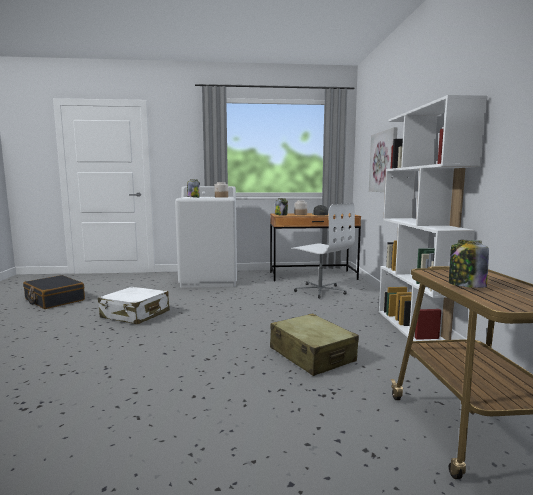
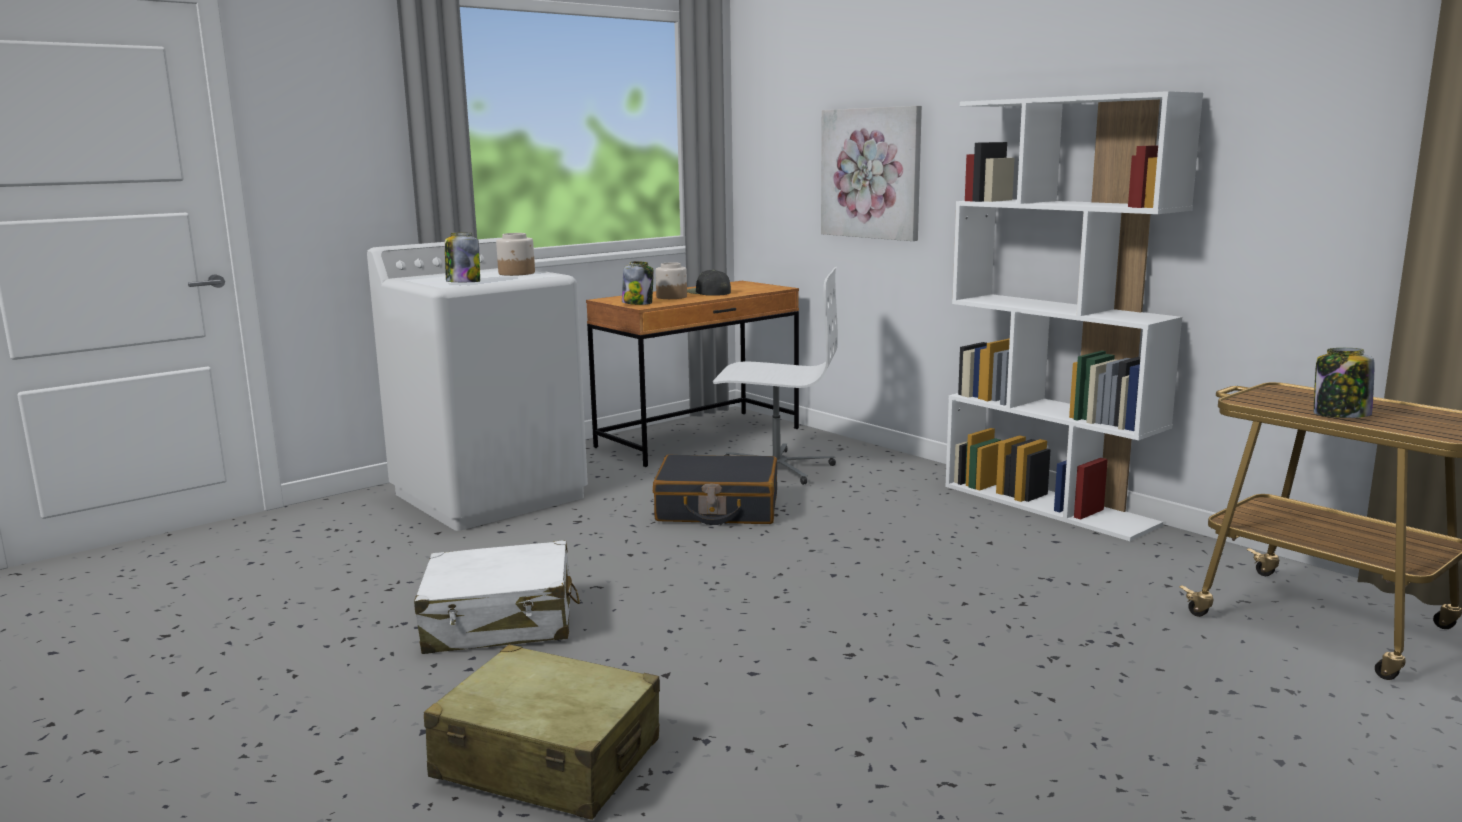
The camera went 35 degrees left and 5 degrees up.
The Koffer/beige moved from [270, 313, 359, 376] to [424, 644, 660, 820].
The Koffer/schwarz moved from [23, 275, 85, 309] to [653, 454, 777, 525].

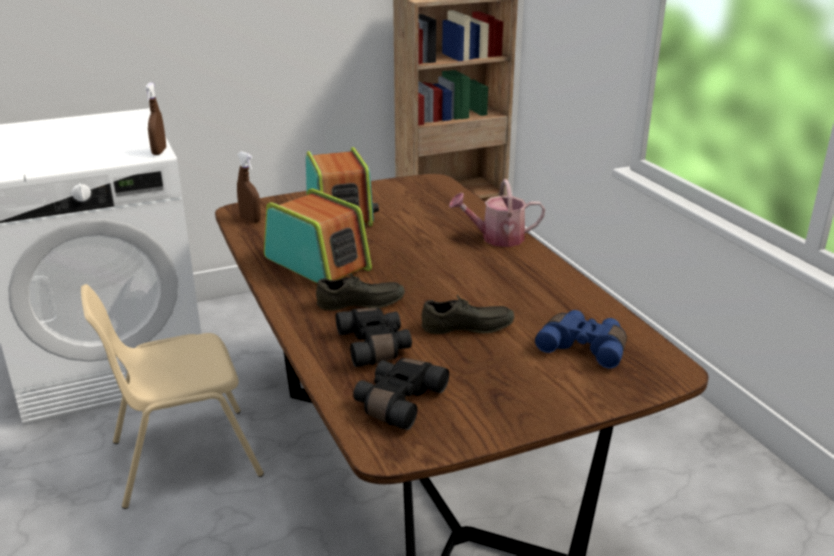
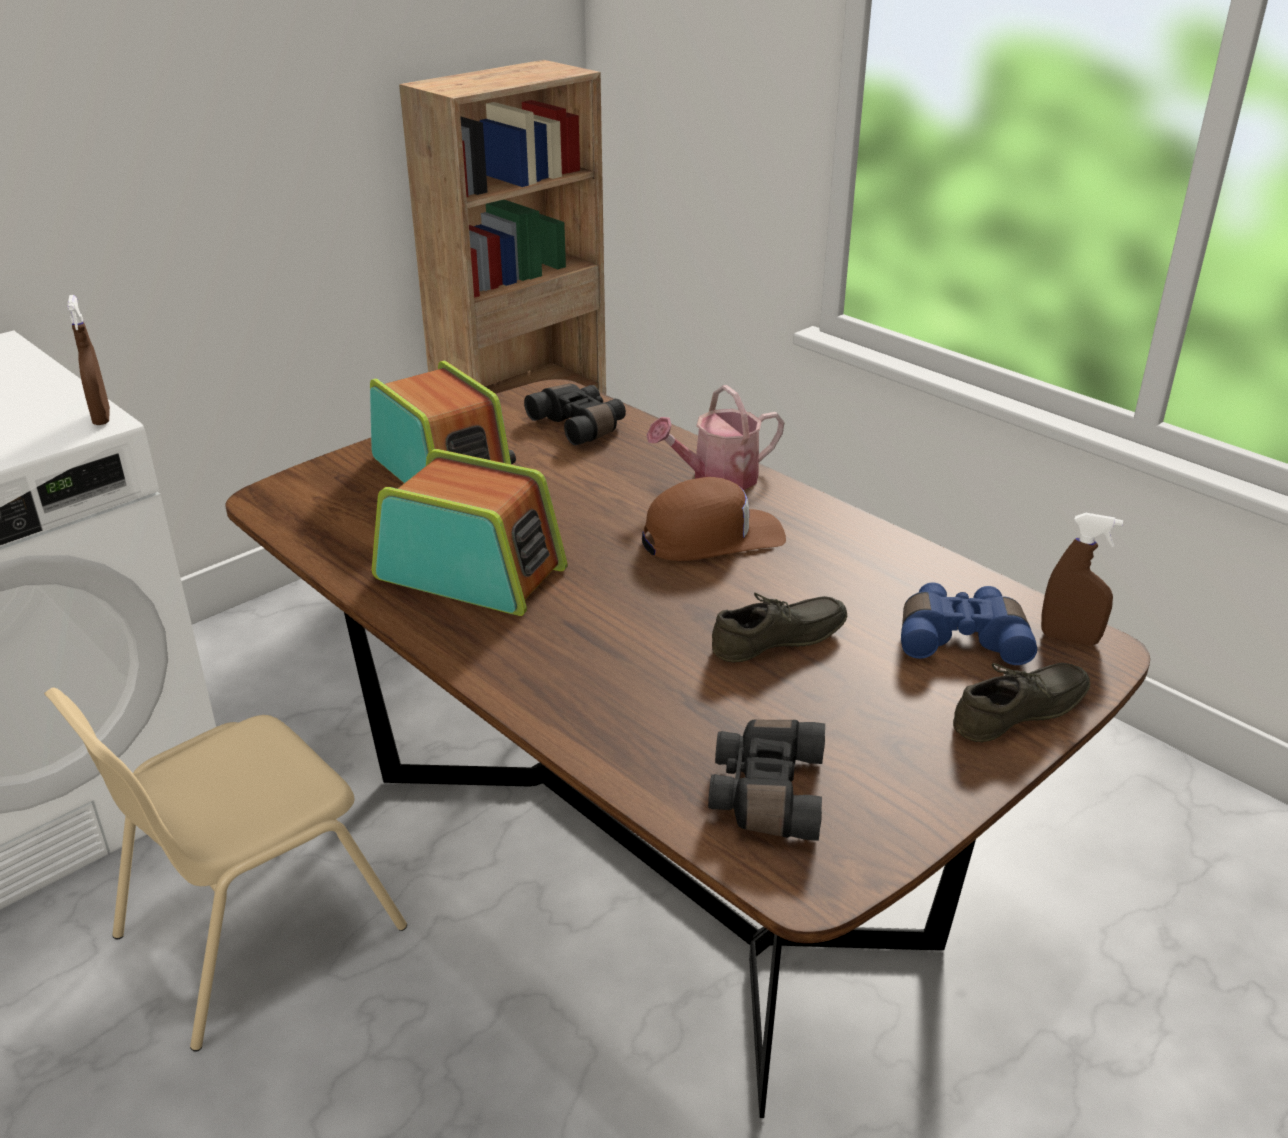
The camera went 20 degrees left and 5 degrees up.
The Fernglas/schwarz moved from [336, 308, 412, 367] to [524, 384, 626, 445].
The Kappe/braun at [642, 477, 786, 561] appeared.
The Schuh/grau moved from [316, 273, 405, 310] to [953, 663, 1090, 742].
The Sprühflasche/braun moved from [237, 151, 261, 223] to [1041, 513, 1123, 645].

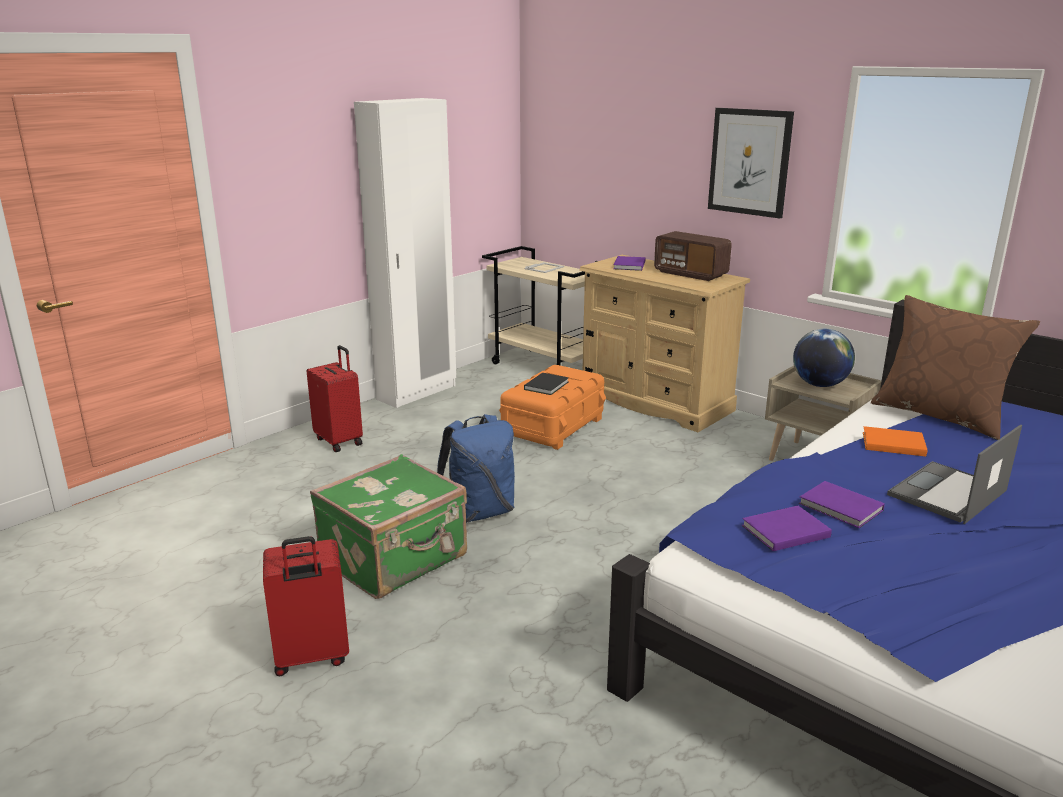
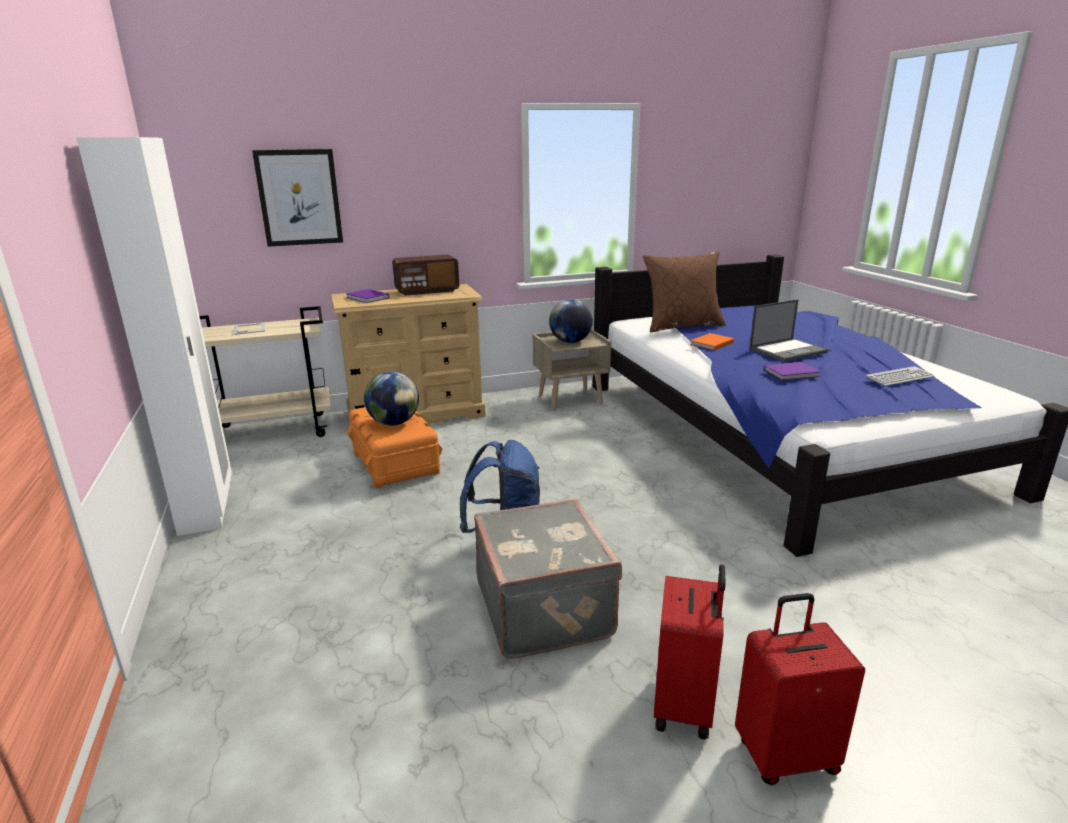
The camera went 60 degrees left and 0 degrees up.
The Bild moved from [708, 108, 794, 219] to [252, 149, 343, 247].
The Buch/schwarz at [524, 373, 569, 395] was replaced by the Globus at [364, 372, 419, 425].
The Koffer/grün at [310, 454, 467, 599] became the Koffer/grau at [474, 499, 622, 659].
The Koffer/rot moved from [306, 345, 363, 452] to [735, 593, 865, 785].
The Laptop at [887, 425, 1022, 524] turned 105 degrees counterclockwise.
The Tastatur at [866, 366, 934, 386] appeared.
The Buch/lila at [742, 506, 832, 551] disappeared.

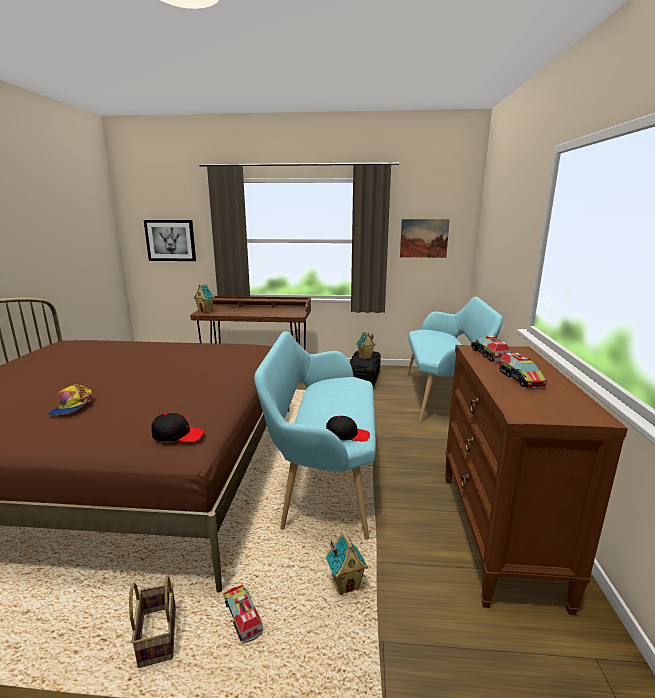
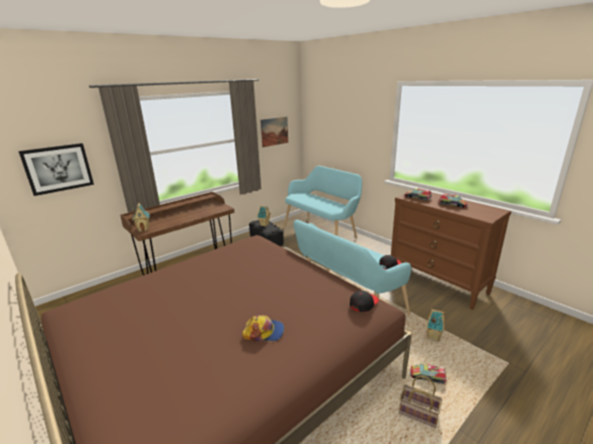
The camera went 45 degrees left and 5 degrees up.
The Kappe at [48, 385, 92, 415] turned 45 degrees counterclockwise.

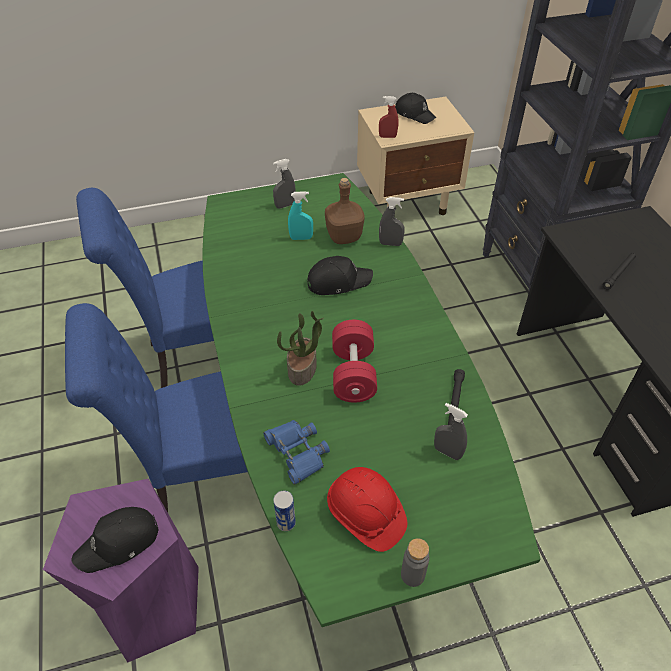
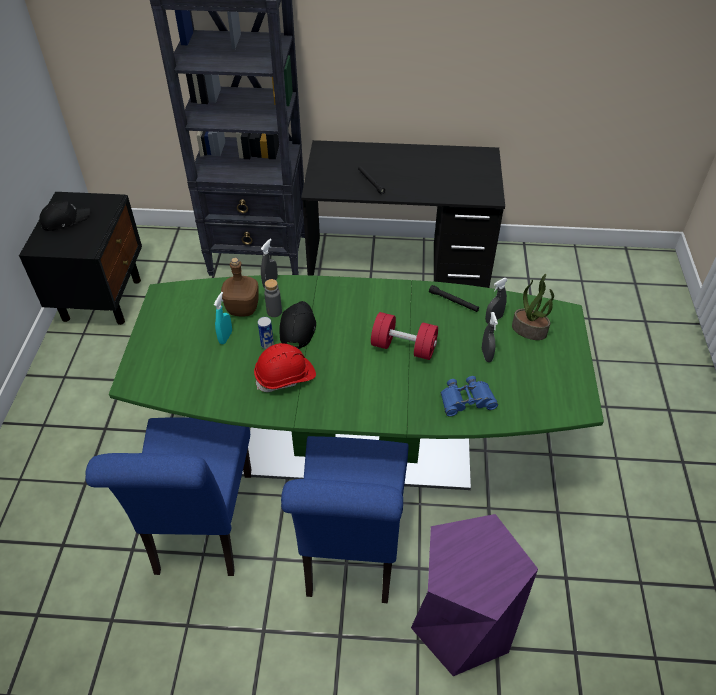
The camera went 70 degrees left and 0 degrees up.
The Nachttisch/beige at [357, 97, 474, 215] became the Nachttisch/schwarz at [19, 192, 142, 325].
The Schutzhelm/rot moved from [327, 467, 407, 552] to [254, 343, 316, 392].
The Dose moved from [273, 491, 296, 531] to [258, 317, 274, 349].
The Flasche/grau moved from [401, 538, 429, 587] to [264, 279, 282, 317].
The Sprühflasche/grau moved from [273, 159, 296, 209] to [482, 312, 498, 362].
The Topfpflanze moved from [277, 311, 324, 386] to [512, 274, 554, 340].
The Kappe/schwarz at [72, 507, 159, 573] disappeared.
The Sprühflasche/rot at [379, 96, 398, 138] disappeared.

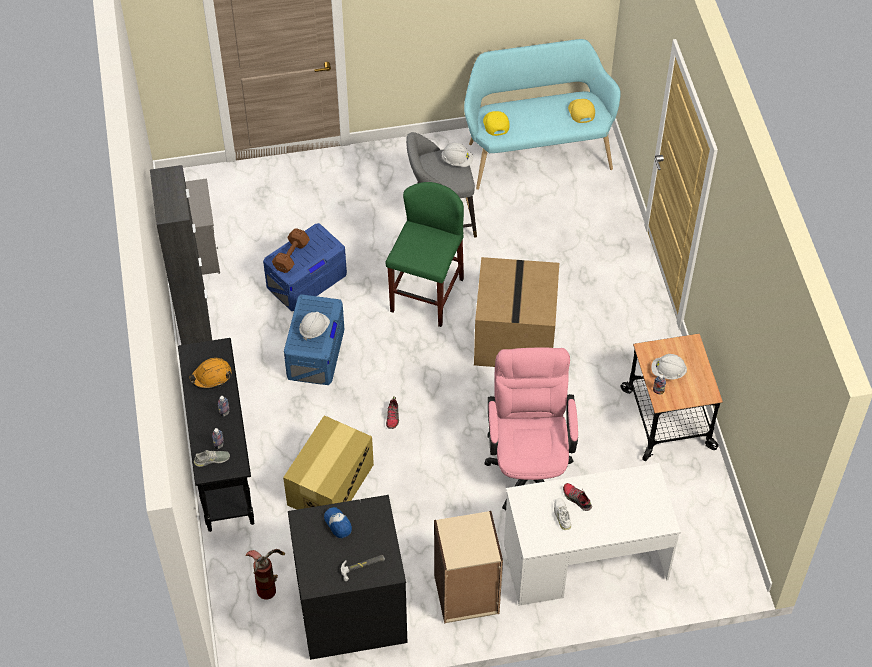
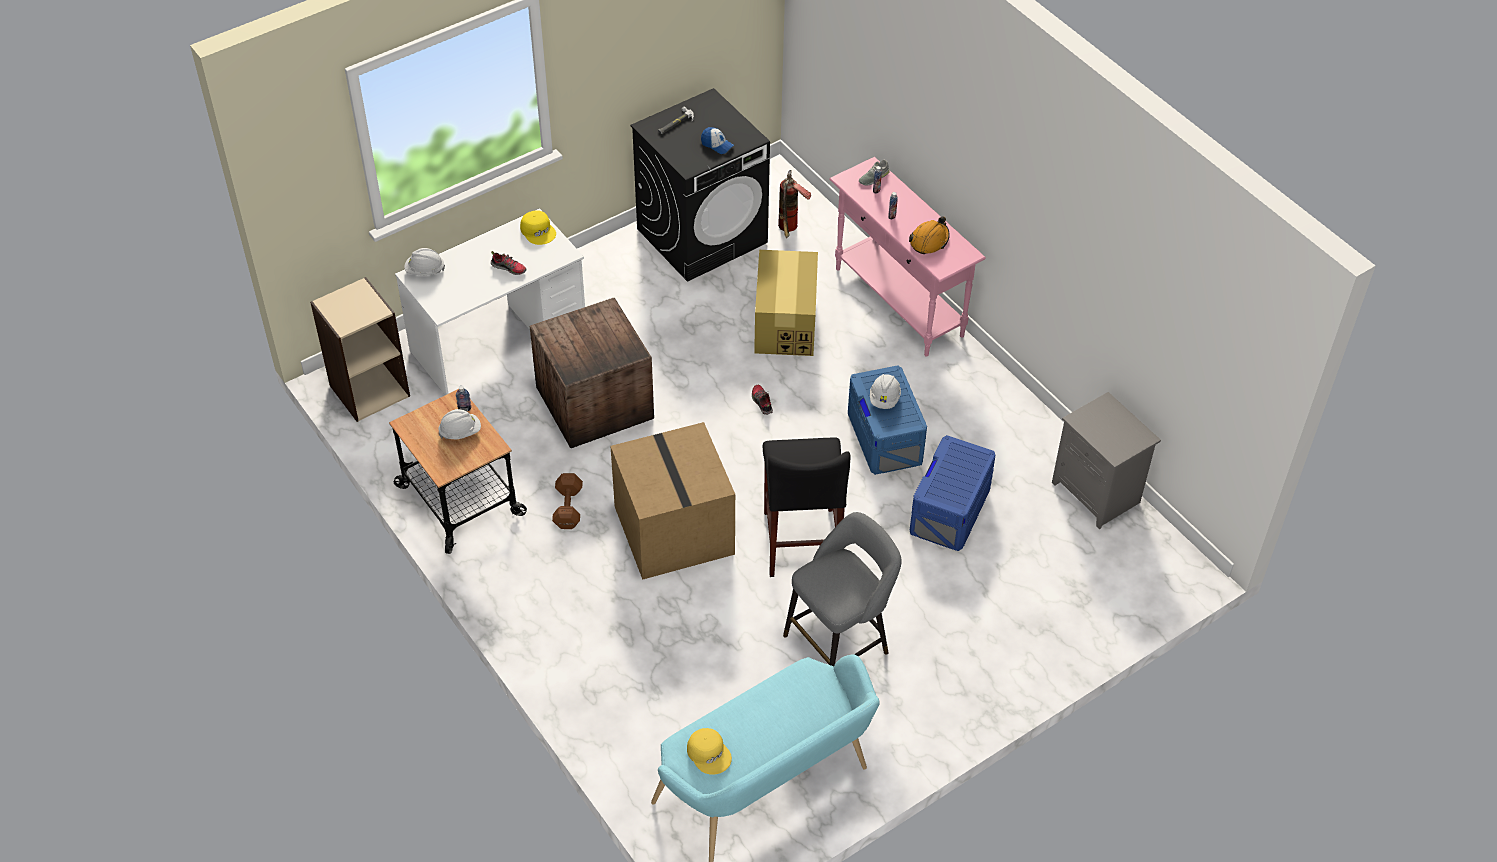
The camera went 155 degrees right and 5 degrees down.
The Bücherregal/beige moved from [434, 511, 503, 623] to [310, 277, 410, 422].
The Schutzhelm/weiß moved from [442, 143, 473, 167] to [404, 248, 445, 276].
The Kappe/gelb moved from [483, 111, 510, 136] to [520, 210, 556, 245].
The Bürostuhl/rosa at [484, 348, 578, 510] was replaced by the Kiste at [530, 298, 654, 448].
The Hantel/braun moved from [272, 228, 310, 273] to [552, 473, 583, 529].
The Hocker/grün at [385, 182, 464, 327] became the Hocker/schwarz at [763, 438, 851, 577].
The Konsolentisch/schwarz at [178, 338, 254, 532] became the Konsolentisch/rosa at [829, 157, 986, 357].
The Schrank/schwarz at [150, 165, 212, 345] disappeared.
The Schuh/weiß at [554, 498, 571, 531] disappeared.

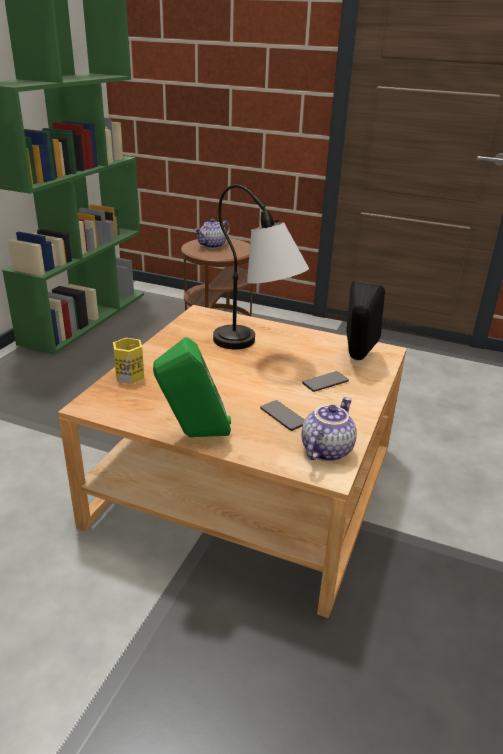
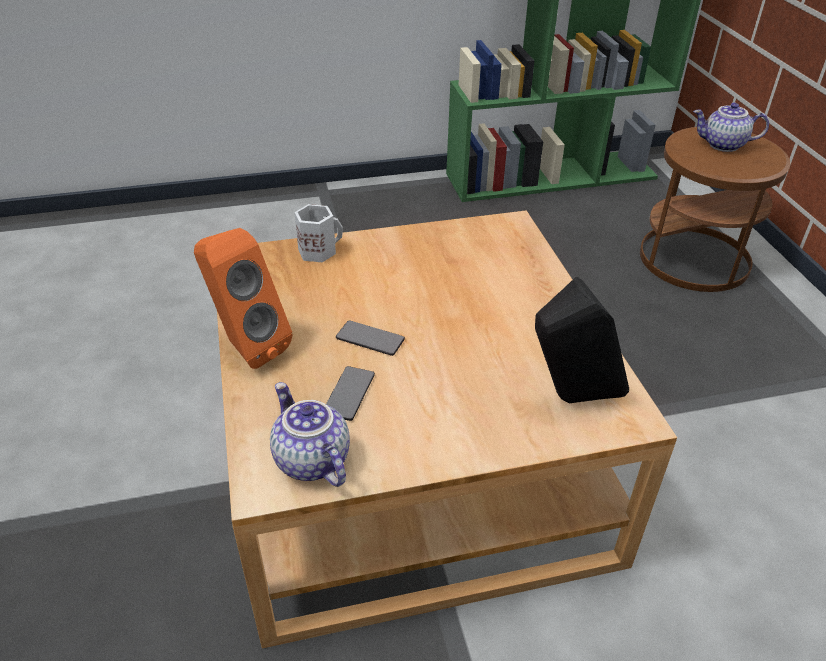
The camera went 55 degrees right and 10 degrees up.
The Lautsprecher/grün at [153, 337, 231, 437] became the Lautsprecher/orange at [194, 228, 292, 369].
The Teekanne at [302, 397, 357, 461] turned 120 degrees counterclockwise.
The Henkelbecher/gelb at [113, 338, 144, 384] became the Henkelbecher/weiß at [294, 204, 343, 263].
The Handy moved from [302, 371, 349, 392] to [336, 320, 405, 356].
The Tischlampe at [213, 184, 309, 349] disappeared.

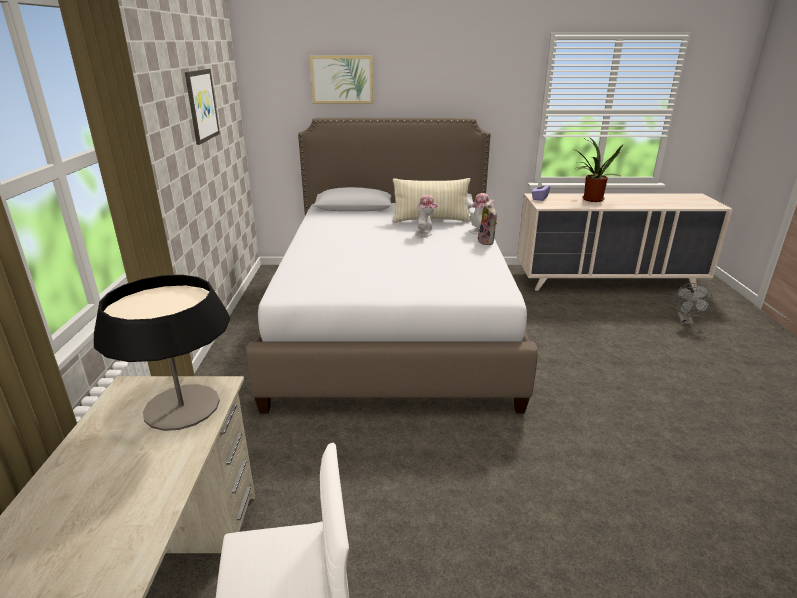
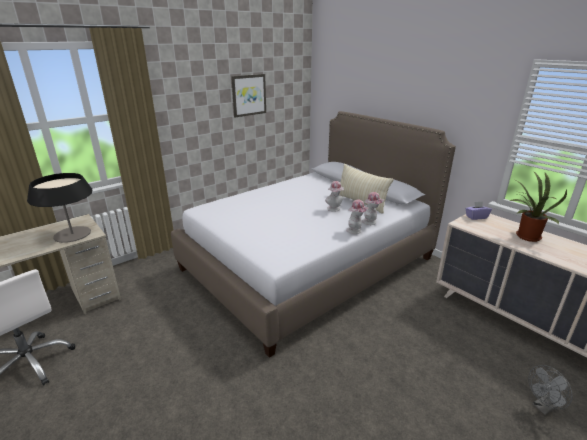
The camera went 50 degrees right and 0 degrees up.
The Plüschtier at [477, 201, 497, 245] was replaced by the Hut at [346, 199, 369, 234].
The Bild at [310, 56, 373, 103] disappeared.

